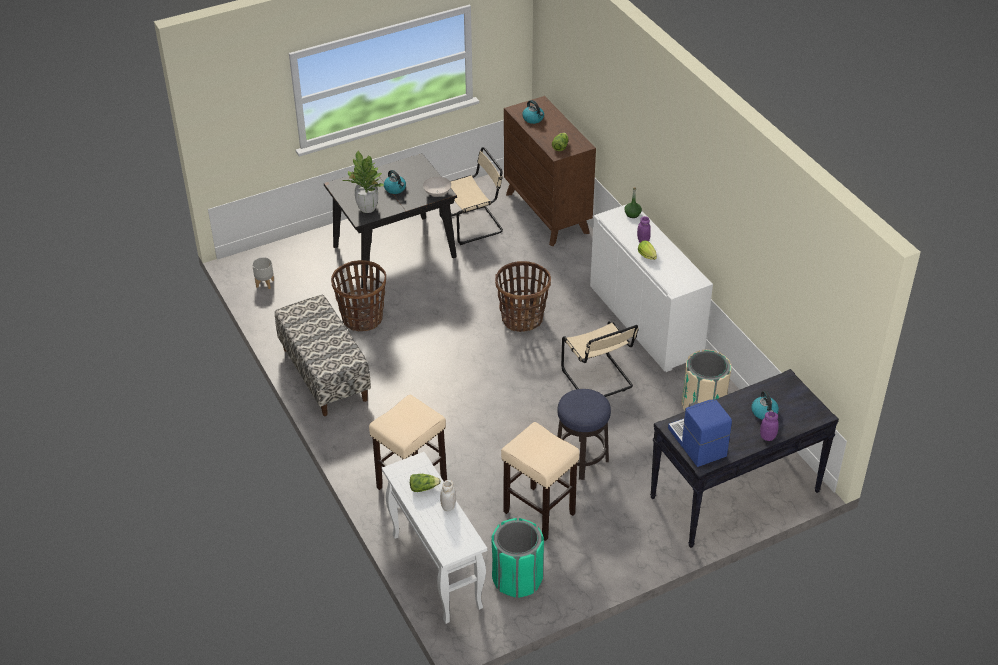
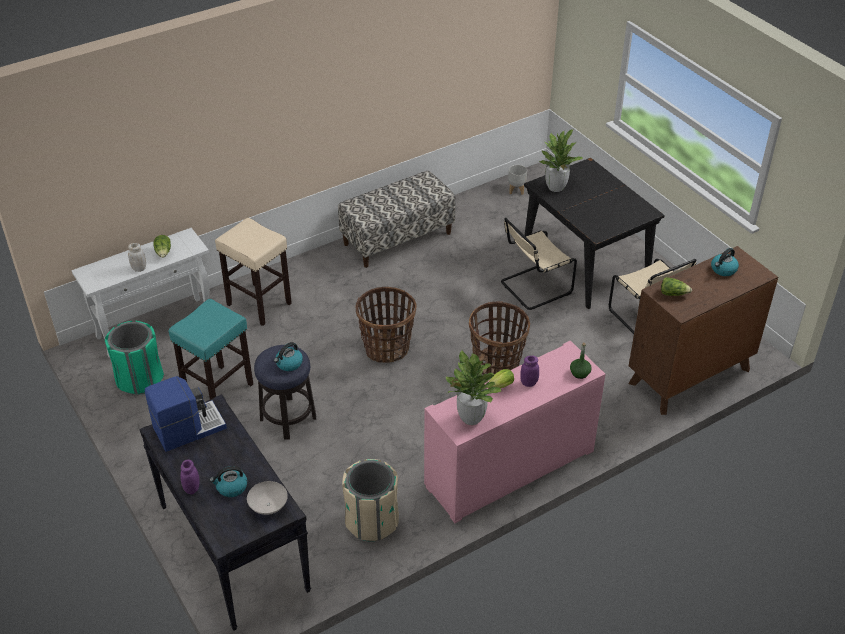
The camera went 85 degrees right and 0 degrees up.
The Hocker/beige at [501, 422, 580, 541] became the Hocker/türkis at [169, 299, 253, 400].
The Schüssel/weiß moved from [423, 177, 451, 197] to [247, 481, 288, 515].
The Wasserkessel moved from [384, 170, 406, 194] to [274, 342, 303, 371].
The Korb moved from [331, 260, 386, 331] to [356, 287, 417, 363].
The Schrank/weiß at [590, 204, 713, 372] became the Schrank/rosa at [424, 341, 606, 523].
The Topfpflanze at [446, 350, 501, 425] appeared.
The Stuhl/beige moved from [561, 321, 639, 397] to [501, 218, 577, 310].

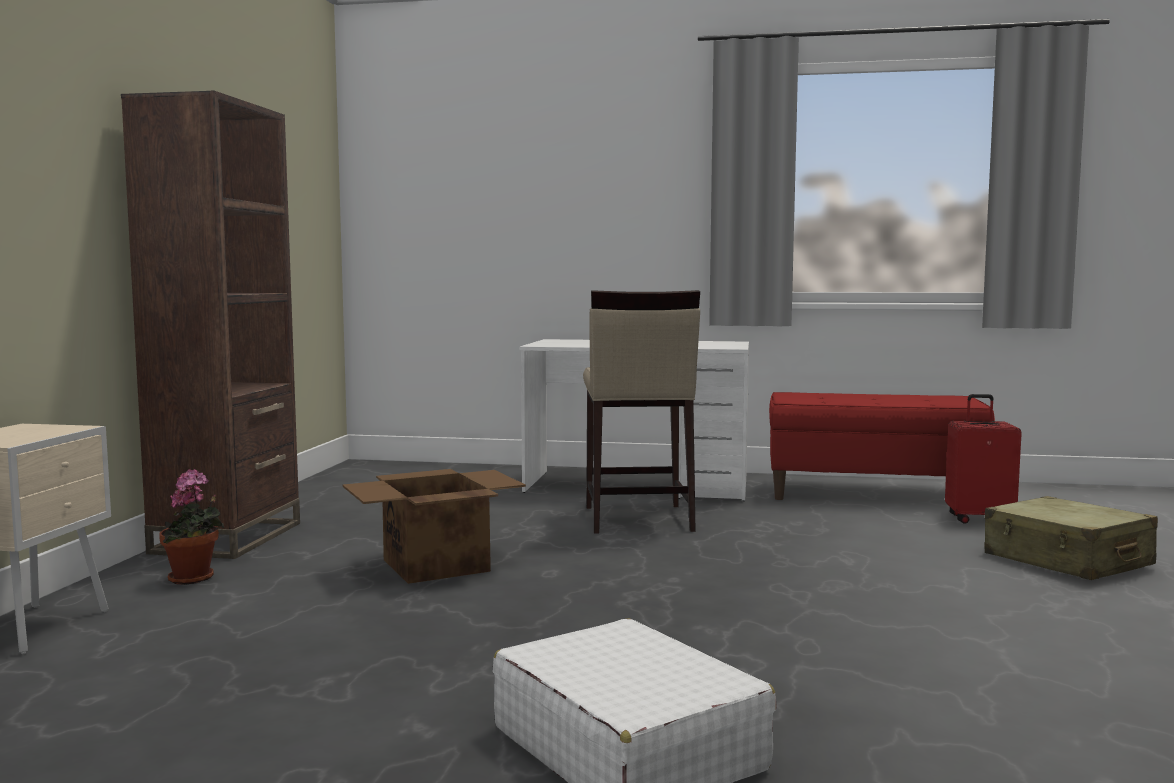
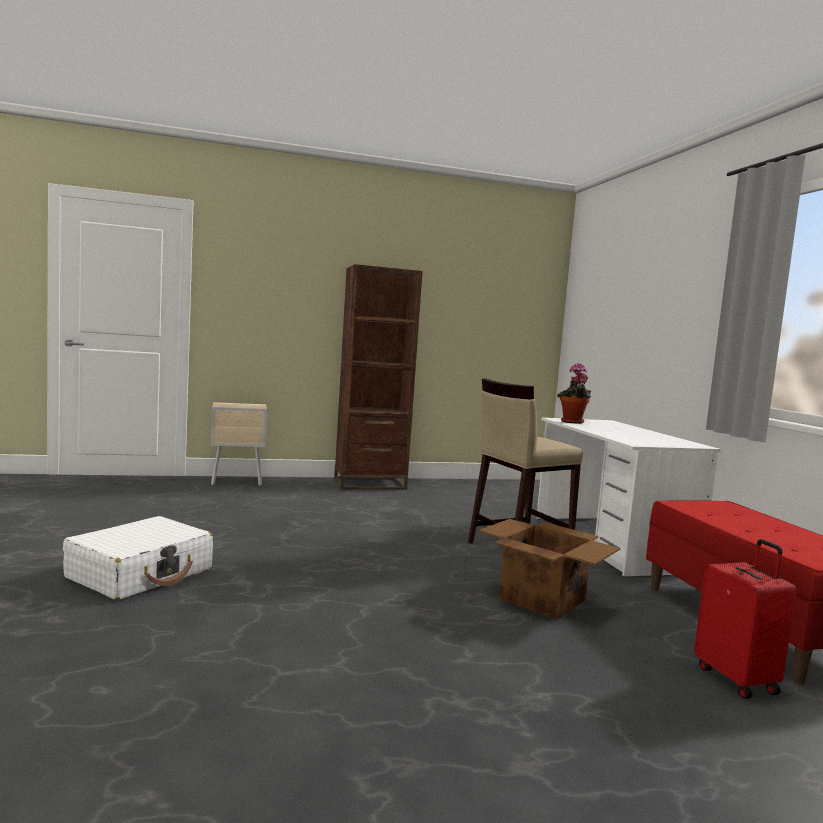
The camera went 65 degrees right and 0 degrees up.
The Karton moved from [343, 469, 526, 584] to [478, 519, 620, 620].
The Topfpflanze moved from [159, 469, 224, 585] to [557, 363, 591, 424].
The Koffer/beige at [985, 496, 1158, 580] disappeared.

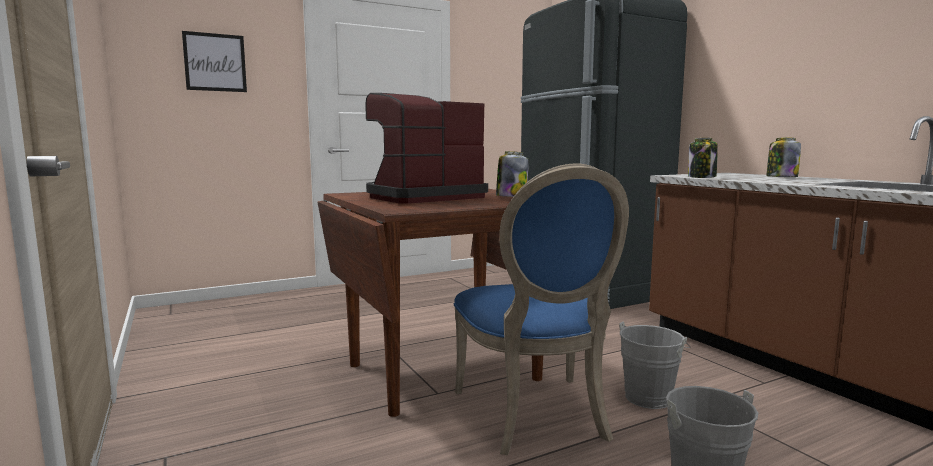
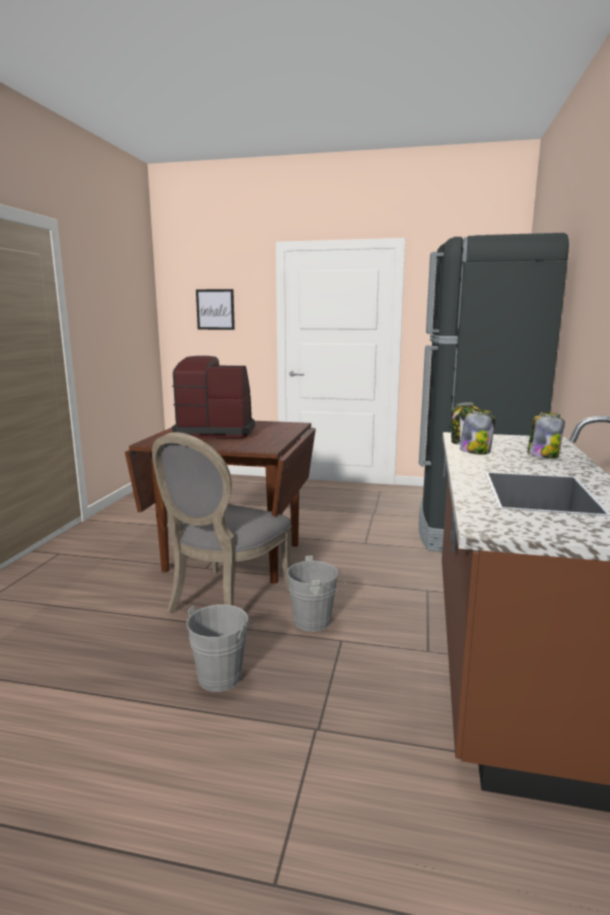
The camera went 40 degrees right and 5 degrees up.
The Stuhl/blau at [454, 164, 629, 455] became the Stuhl/grau at [152, 432, 292, 613].
The Vorratsglas moved from [496, 151, 529, 197] to [460, 409, 496, 454].

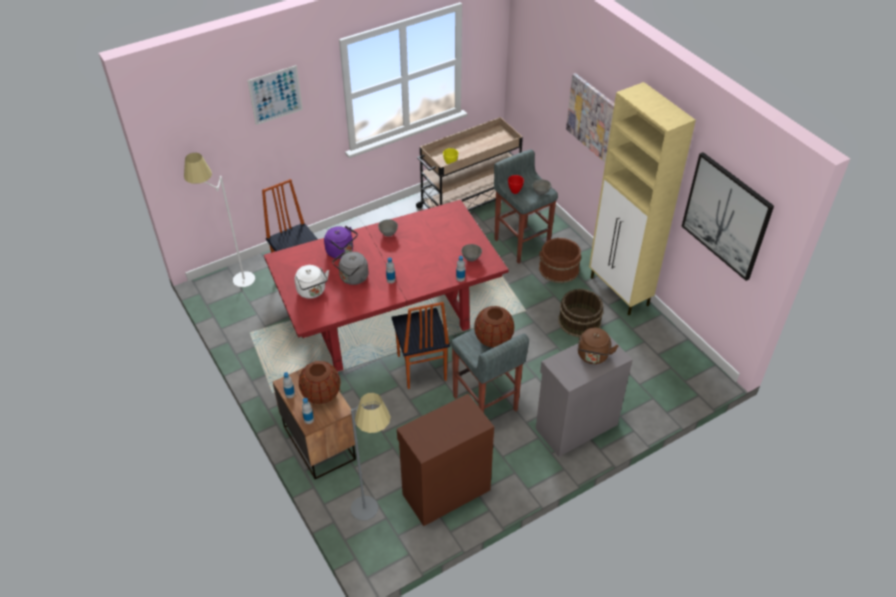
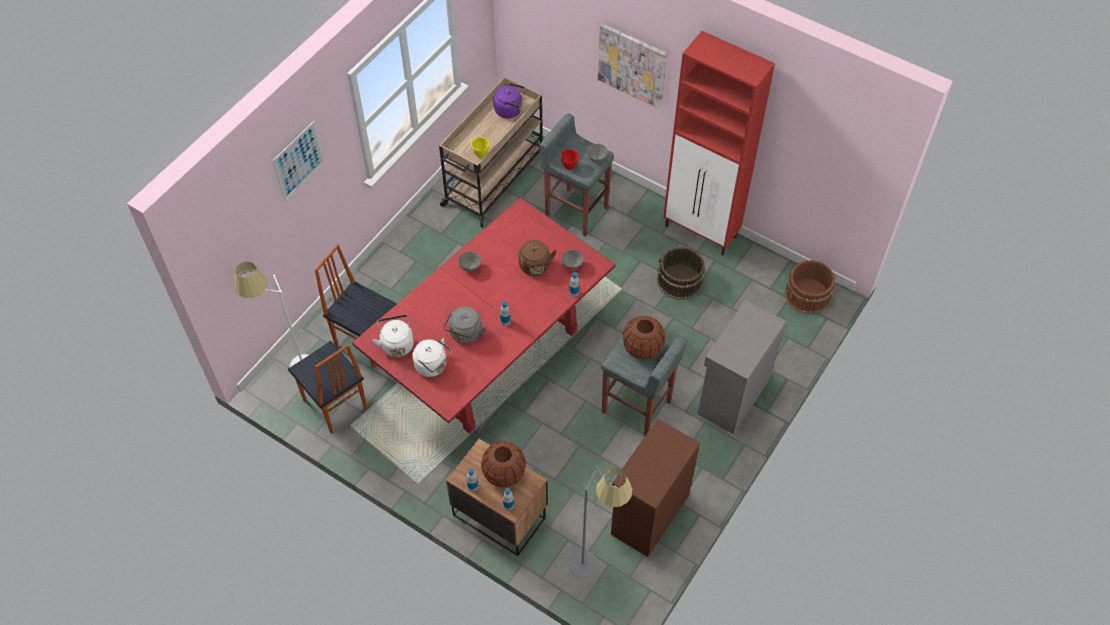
The camera went 25 degrees left and 10 degrees up.
The Stuhl moved from [391, 302, 450, 389] to [288, 341, 367, 434].
The Wasserkessel/weiß at [372, 315, 414, 357] appeared.
The Wasserkessel/lila moved from [324, 226, 358, 259] to [493, 83, 525, 118].
The Wasserkessel/braun moved from [578, 328, 619, 364] to [518, 240, 557, 276].
The Schrank/beige at [589, 82, 696, 315] became the Schrank/rot at [663, 31, 775, 256].
The Eimer/braun moved from [539, 238, 581, 283] to [784, 260, 835, 314].
The Bild at [682, 152, 774, 281] disappeared.

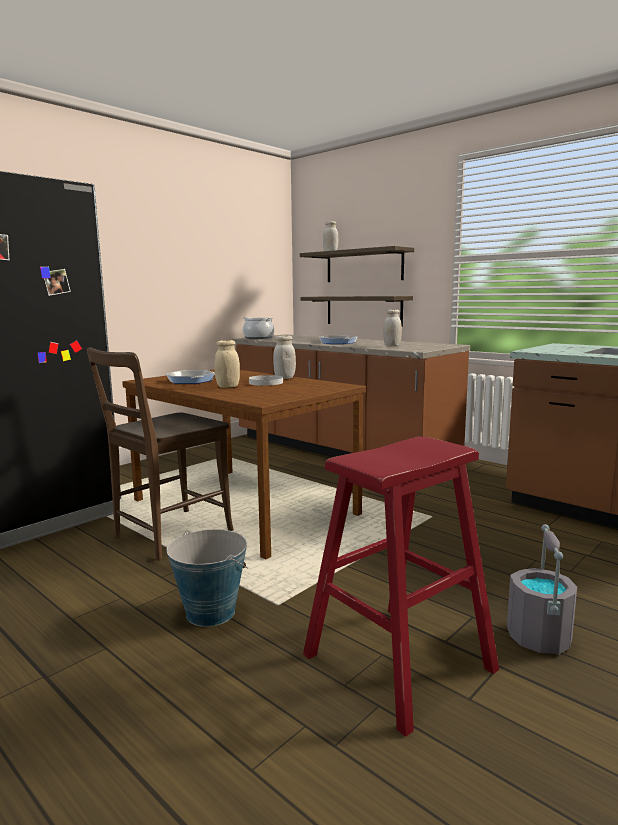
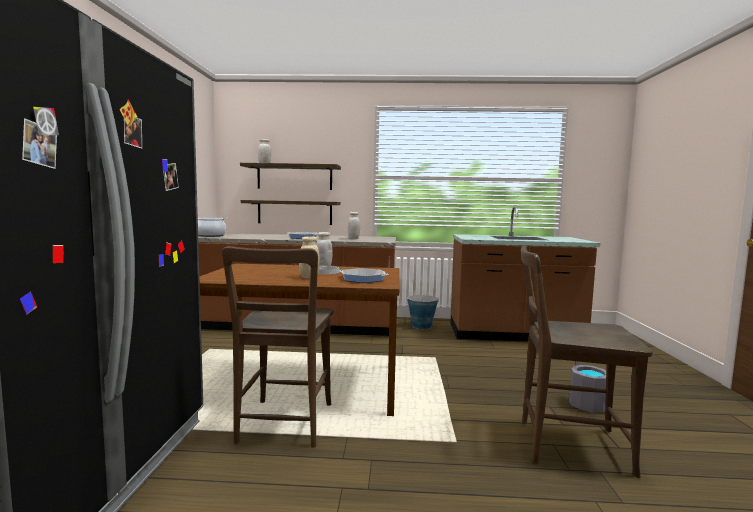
The camera went 40 degrees left and 5 degrees down.
The Pfanne moved from [166, 370, 215, 384] to [339, 268, 389, 283].
The Eimer moved from [167, 529, 248, 627] to [407, 295, 439, 329].
The Hocker/rot at [303, 437, 499, 737] was replaced by the Stuhl/braun at [521, 246, 653, 478].

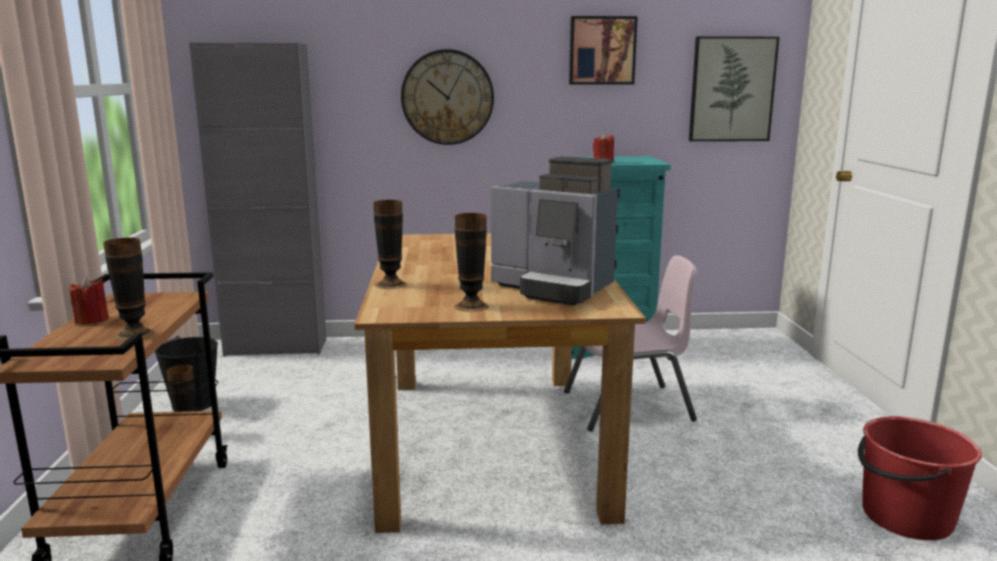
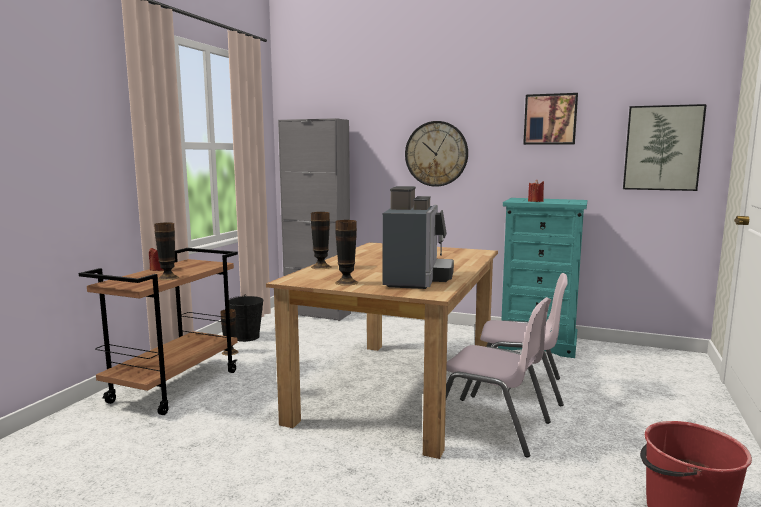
The camera went 25 degrees right and 5 degrees down.
The Kaffeemaschine at [491, 156, 618, 306] turned 135 degrees counterclockwise.
The Stuhl/rosa at [446, 297, 551, 458] appeared.

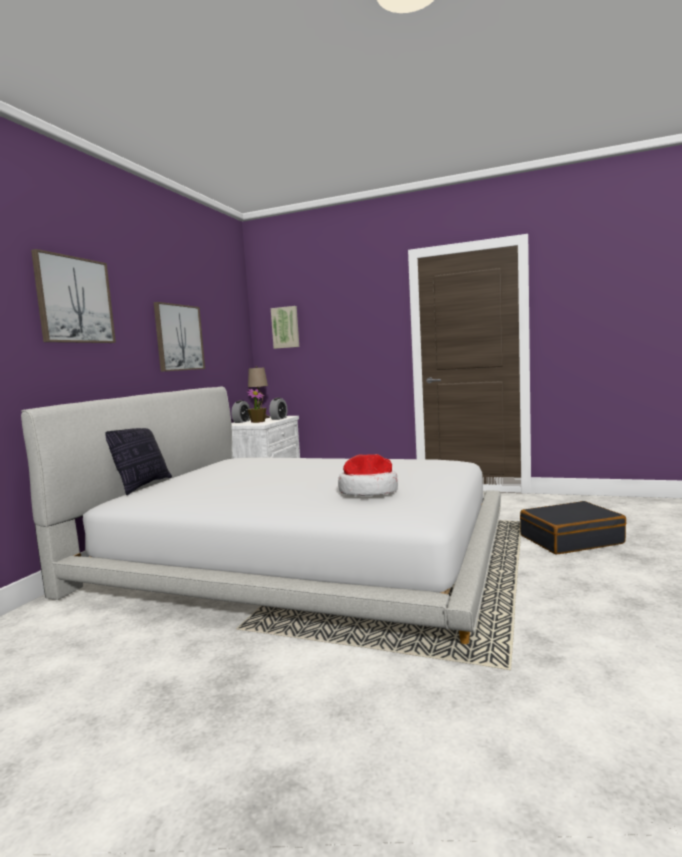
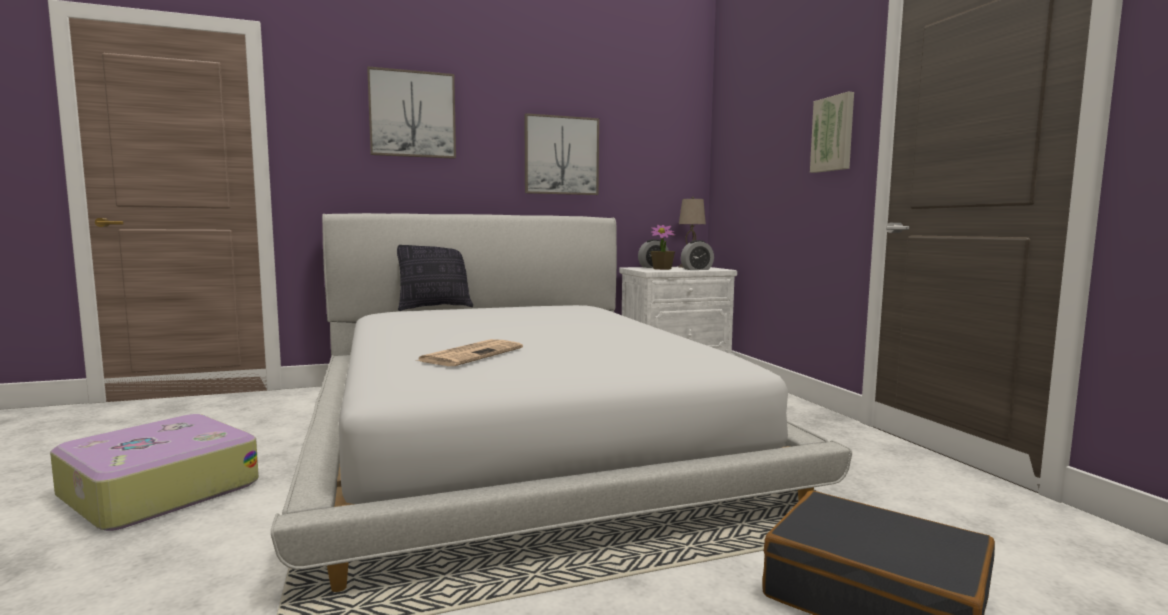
The camera went 50 degrees right and 0 degrees up.
The Koffer at [50, 414, 259, 531] appeared.
The Hut at [338, 454, 398, 496] was replaced by the Zeitung at [416, 339, 523, 366].
The Bild moved from [271, 306, 299, 349] to [810, 92, 854, 173].

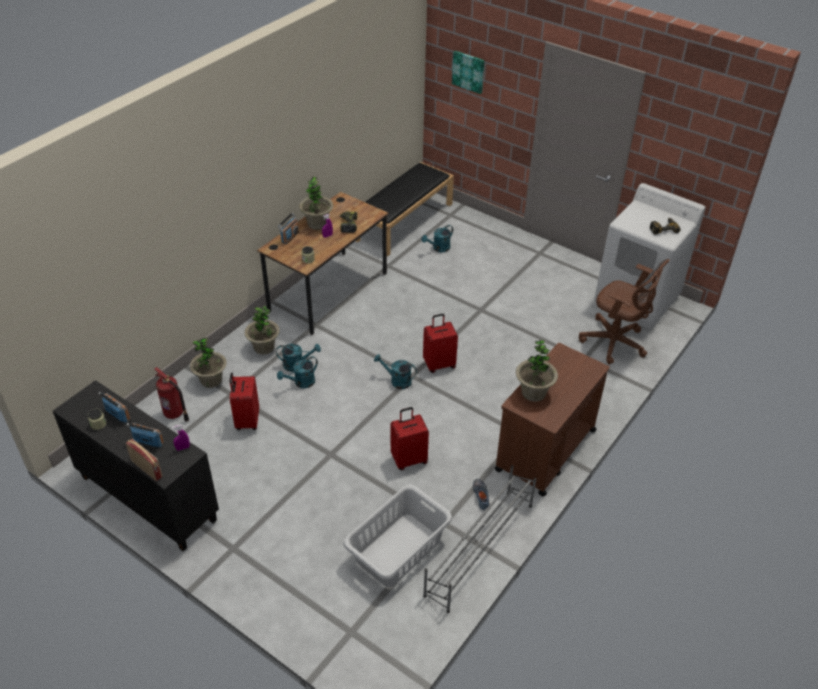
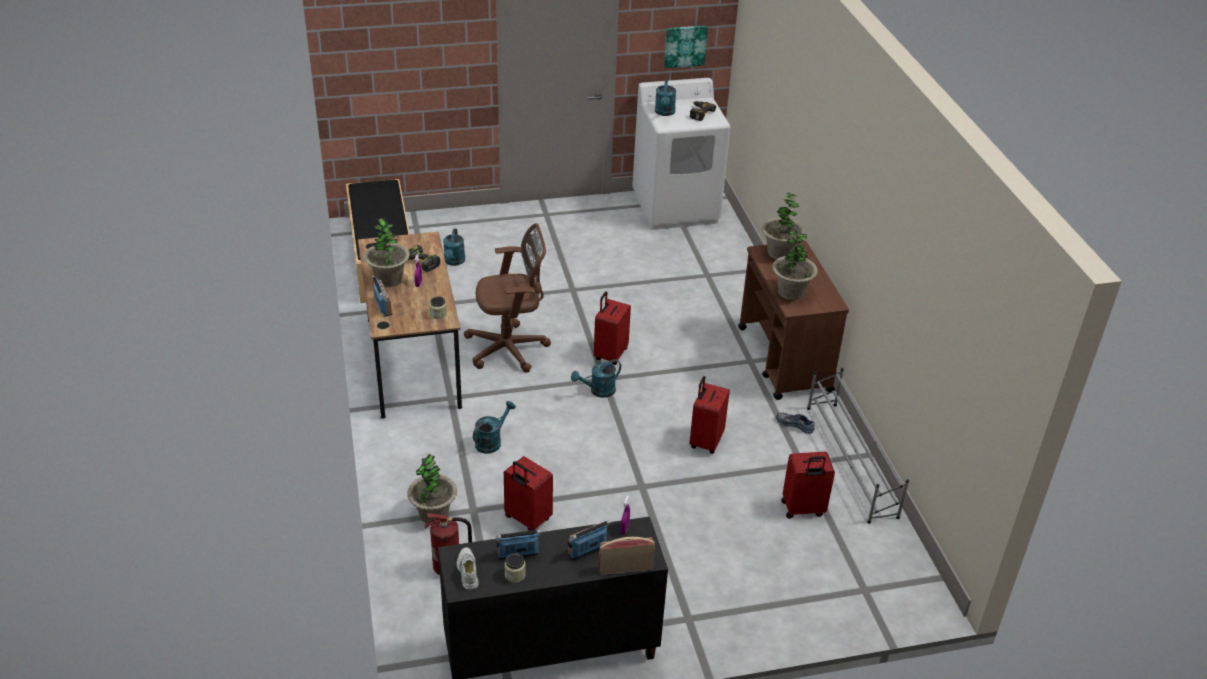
The camera went 50 degrees left and 5 degrees down.
The Schuh/weiß at [456, 547, 479, 590] appeared.
The Bürostuhl/braun moved from [579, 259, 670, 365] to [464, 223, 551, 372].
The Gießkanne/türkis moved from [277, 356, 318, 388] to [655, 79, 676, 116].
The Bild moved from [452, 51, 485, 94] to [664, 25, 708, 68].
The Topfpflanze moved from [244, 306, 280, 355] to [762, 193, 805, 260].
The Wäschekorb/grau at [343, 485, 452, 587] was replaced by the Koffer/rot at [781, 452, 835, 519].

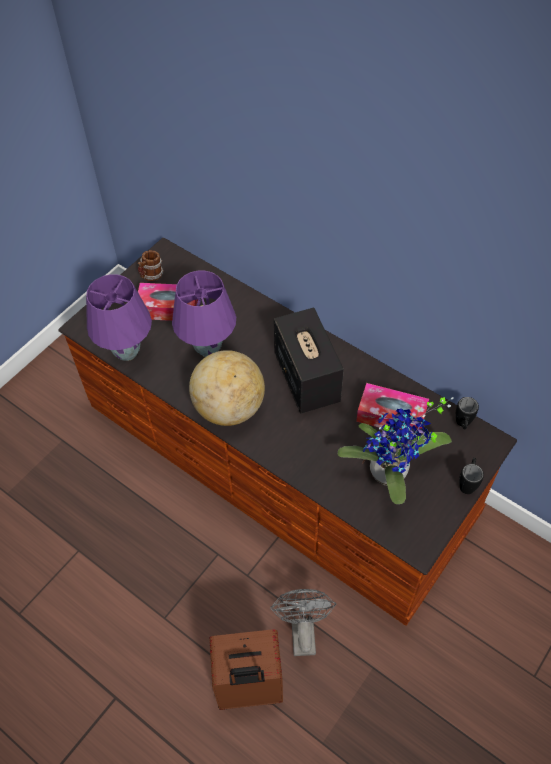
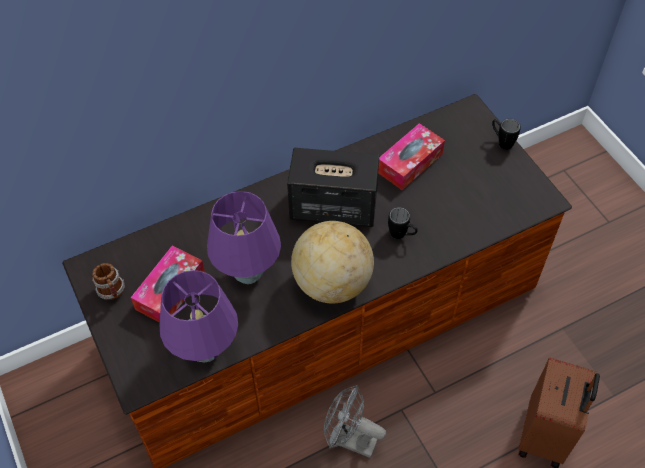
The camera went 65 degrees left and 0 degrees up.
The Ventilator/grau moved from [270, 589, 336, 656] to [324, 385, 386, 458].
The Henkelbecher/schwarz moved from [456, 397, 479, 429] to [388, 207, 418, 239].
The Topfpflanze at [338, 397, 454, 504] disappeared.

